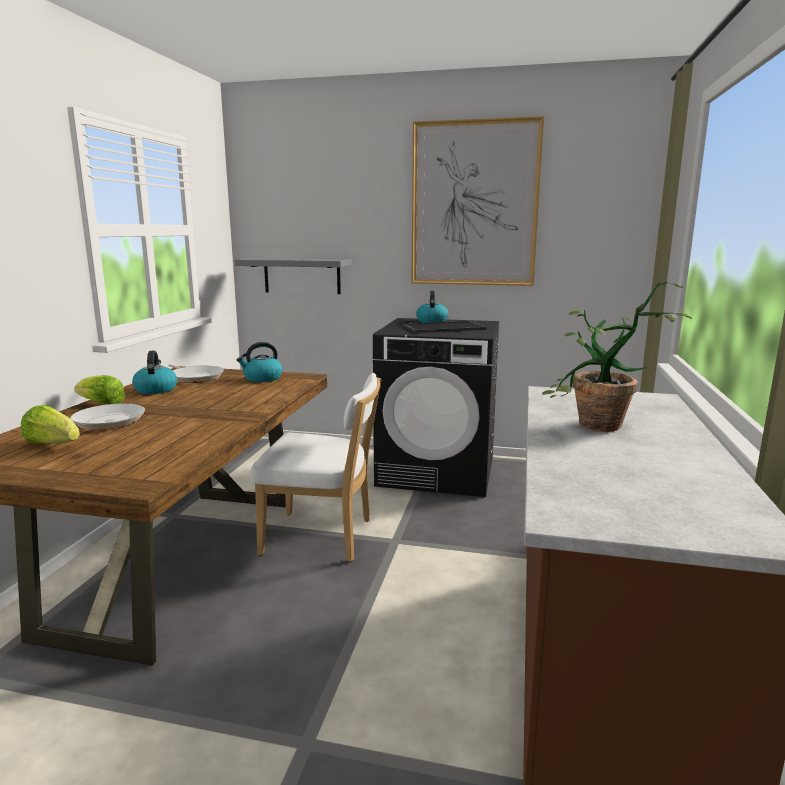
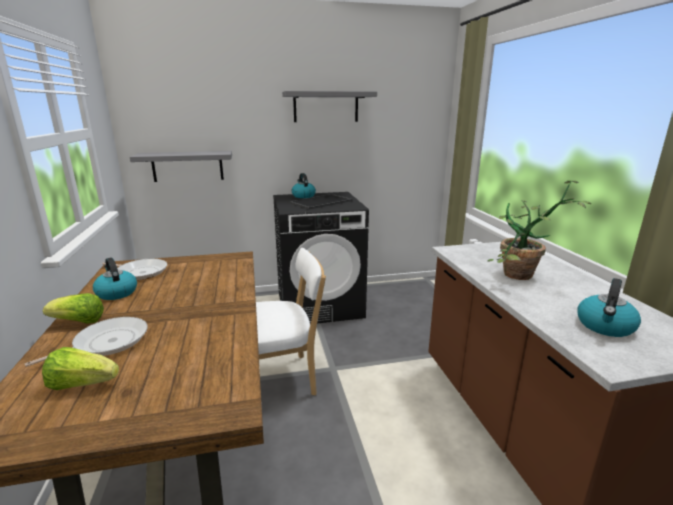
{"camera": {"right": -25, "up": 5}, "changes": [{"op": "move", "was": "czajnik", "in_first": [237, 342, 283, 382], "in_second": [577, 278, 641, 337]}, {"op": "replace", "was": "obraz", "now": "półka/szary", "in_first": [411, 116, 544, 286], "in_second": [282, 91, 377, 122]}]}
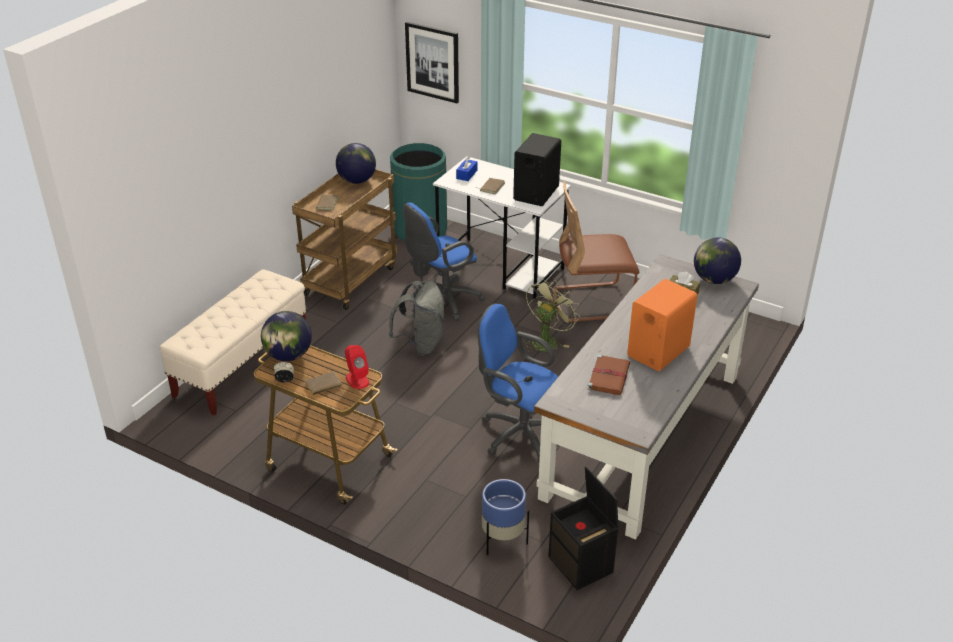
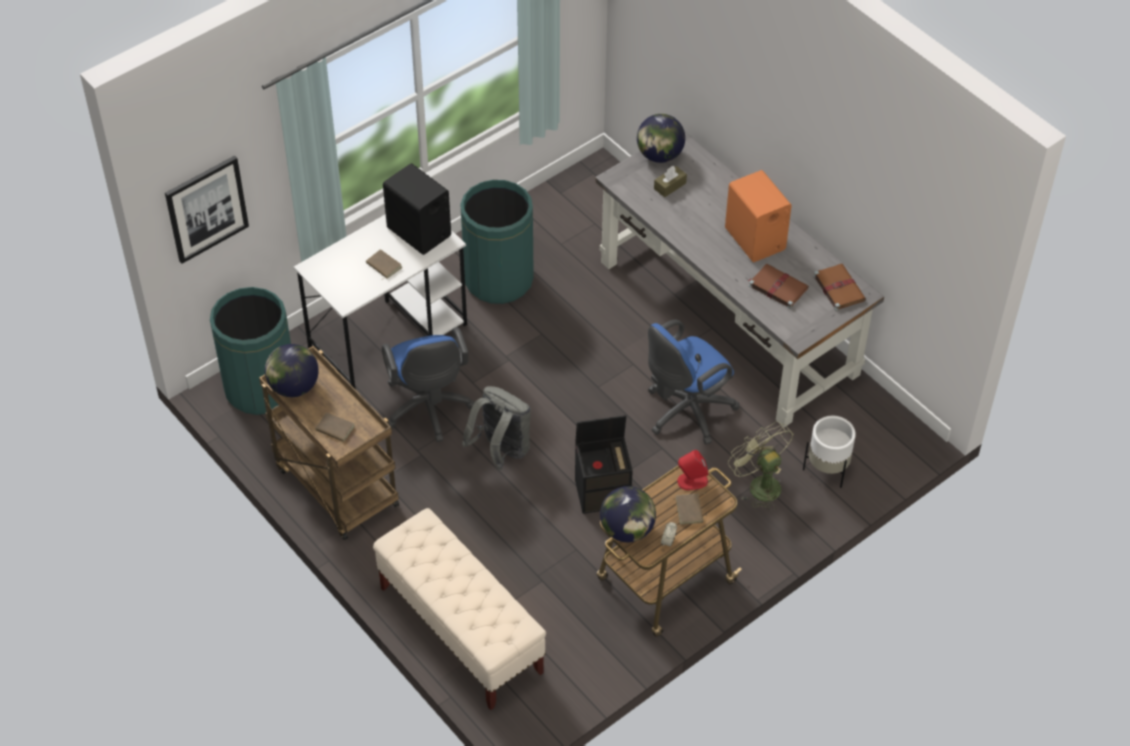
{"camera": {"right": -70, "up": 15}, "changes": [{"op": "delete", "was": "pudełko chusteczek/niebieski", "in_first": [456, 156, 477, 181]}, {"op": "insert", "now": "książka/brązowy", "in_second": [813, 264, 866, 311]}, {"op": "move", "was": "wentylator/zielony", "in_first": [523, 279, 580, 352], "in_second": [728, 421, 793, 510]}, {"op": "move", "was": "pojemnik do przechowywania/czarny", "in_first": [548, 466, 618, 590], "in_second": [575, 415, 633, 514]}, {"op": "replace", "was": "krzesło/brązowy", "now": "kosz na śmieci/zielony", "in_first": [553, 182, 639, 323], "in_second": [460, 180, 534, 304]}, {"op": "recolor", "was": "donica/niebieski", "now": "donica/biały", "in_first": [482, 479, 529, 555], "in_second": [803, 416, 856, 488]}]}
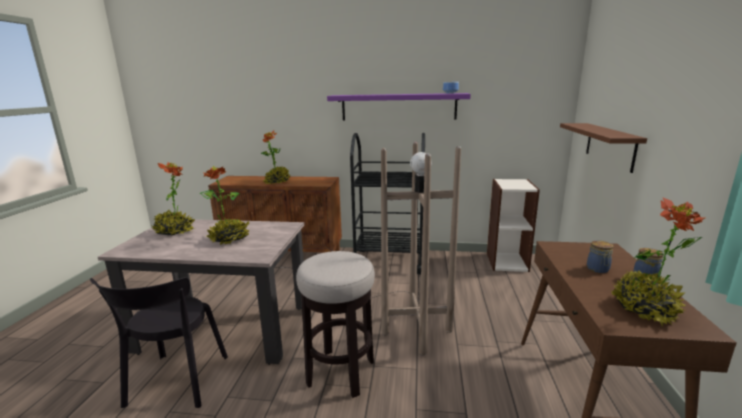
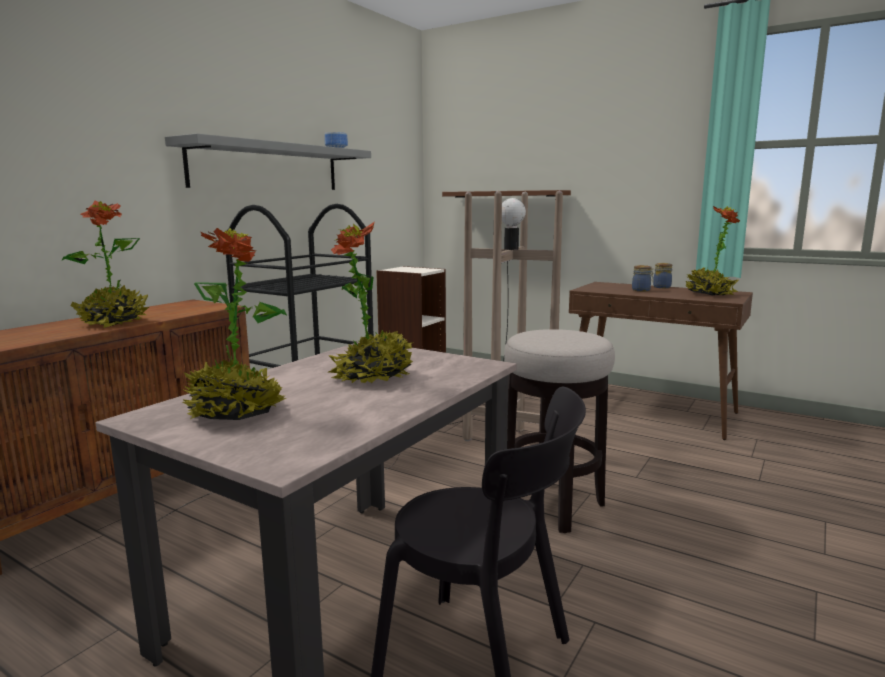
{"camera": {"right": -65, "up": -5}, "changes": [{"op": "recolor", "was": "półka/fioletowy", "now": "półka/szary", "in_first": [327, 93, 471, 120], "in_second": [165, 133, 371, 190]}]}
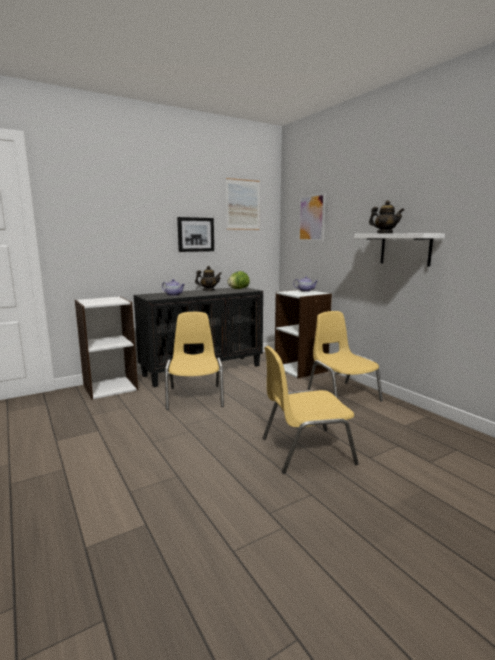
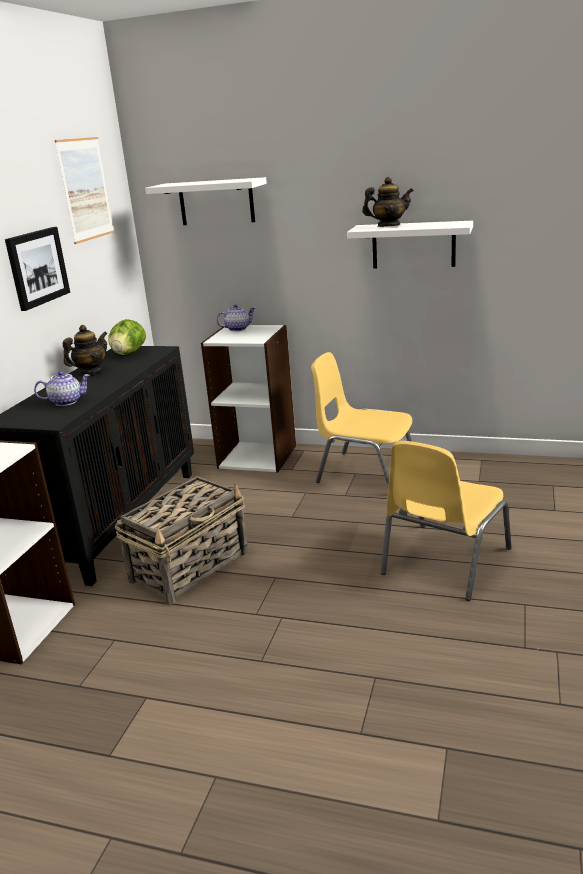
{"camera": {"right": -40, "up": 10}, "changes": [{"op": "replace", "was": "krzesło/żółty", "now": "koszyk", "in_first": [165, 312, 224, 410], "in_second": [115, 476, 248, 604]}, {"op": "replace", "was": "obraz", "now": "półka/biały", "in_first": [298, 193, 326, 242], "in_second": [145, 177, 267, 225]}]}
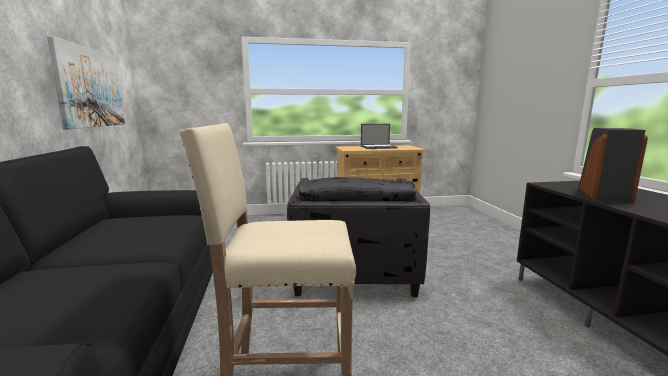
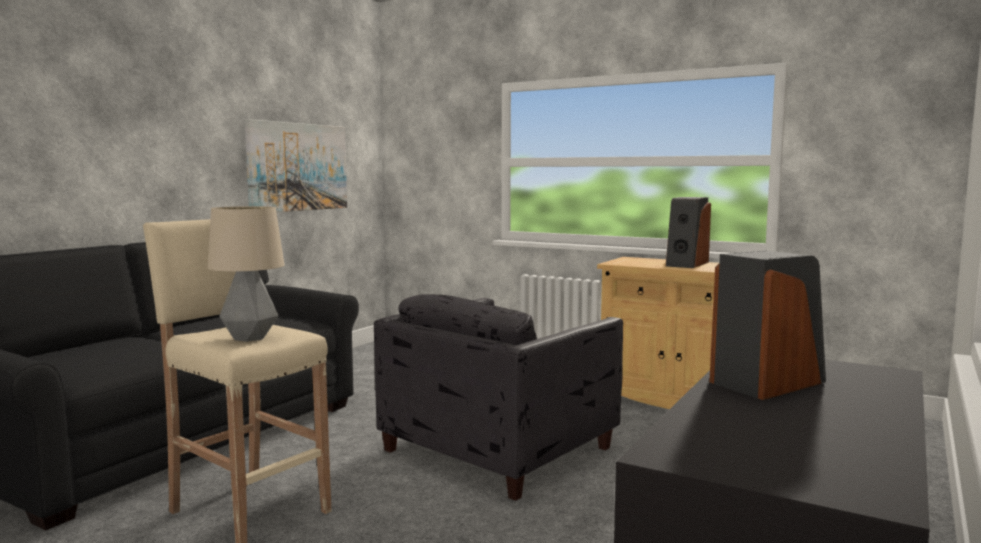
{"camera": {"right": 40, "up": -5}, "changes": [{"op": "insert", "now": "lampa stołowa", "in_second": [208, 206, 284, 342]}, {"op": "replace", "was": "laptop", "now": "głośnik", "in_first": [361, 124, 398, 149], "in_second": [666, 197, 711, 268]}]}
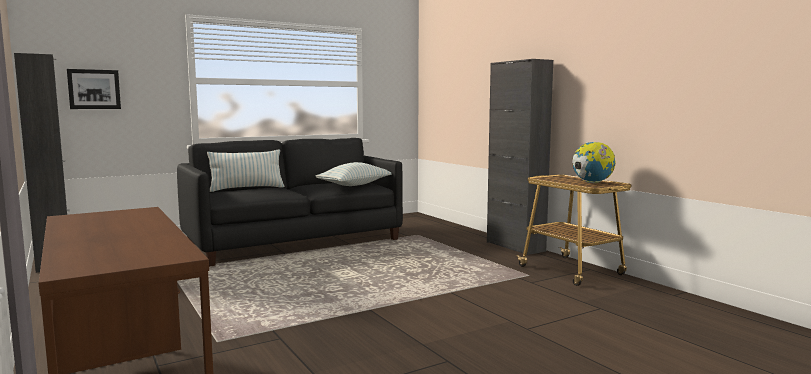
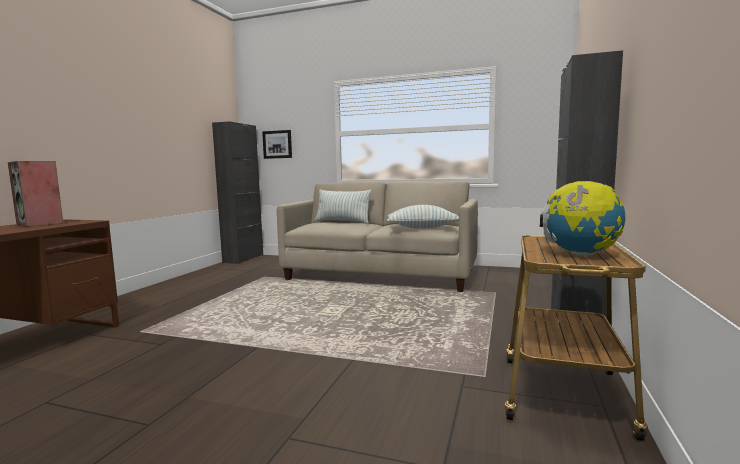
{"camera": {"right": 50, "up": 0}, "changes": [{"op": "insert", "now": "głośnik", "in_second": [8, 161, 63, 227]}, {"op": "recolor", "was": "kanapa/czarny", "now": "kanapa/beżowy", "in_first": [177, 138, 403, 267], "in_second": [277, 181, 478, 292]}]}
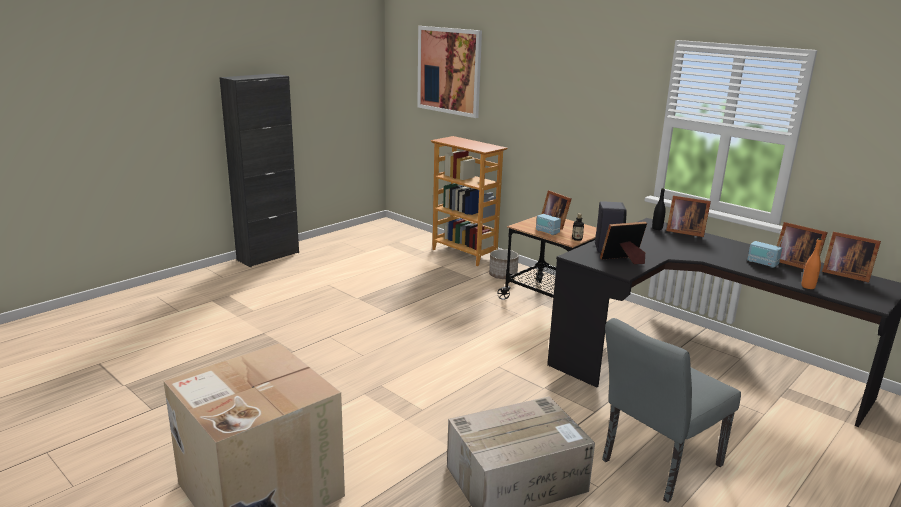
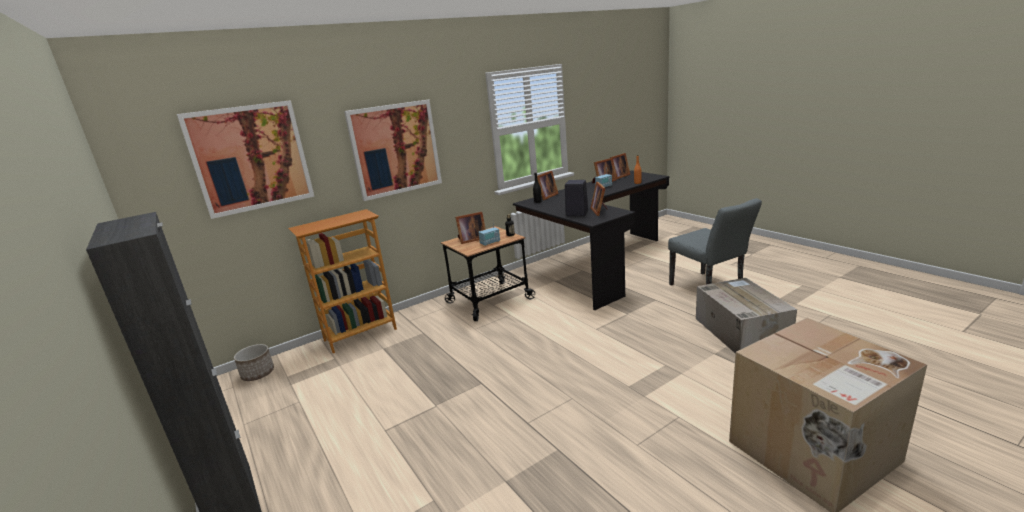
{"camera": {"right": -75, "up": 0}, "changes": [{"op": "insert", "now": "obraz", "in_second": [344, 100, 442, 201]}, {"op": "move", "was": "donica", "in_first": [489, 249, 519, 279], "in_second": [234, 344, 274, 381]}]}
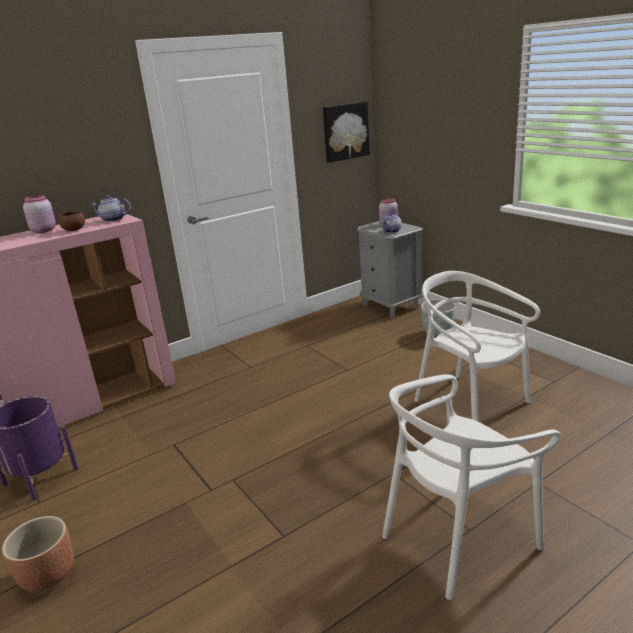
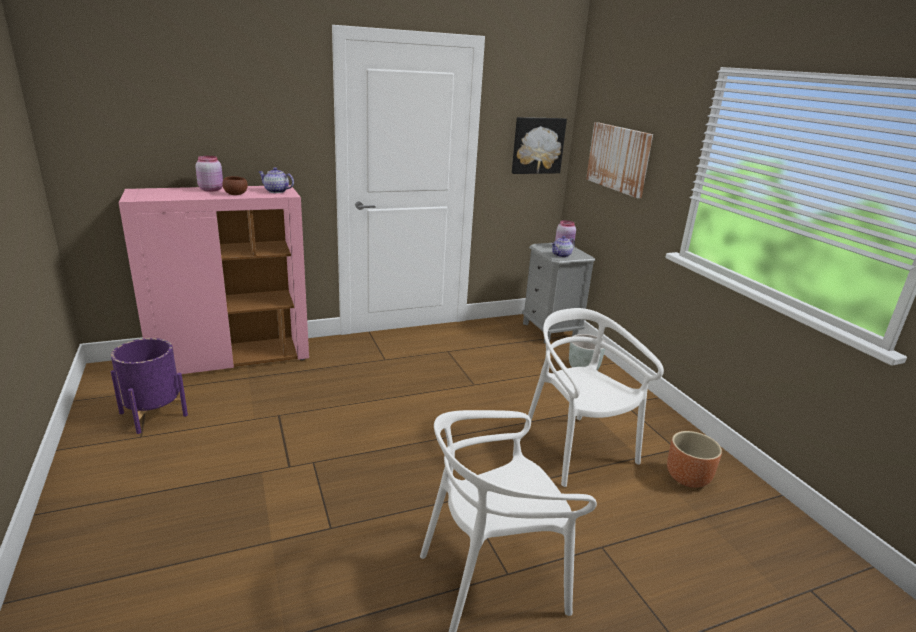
{"camera": {"right": 10, "up": 0}, "changes": [{"op": "insert", "now": "obraz", "in_second": [586, 122, 653, 198]}, {"op": "move", "was": "donica/brązowy", "in_first": [2, 516, 74, 591], "in_second": [667, 431, 722, 488]}]}
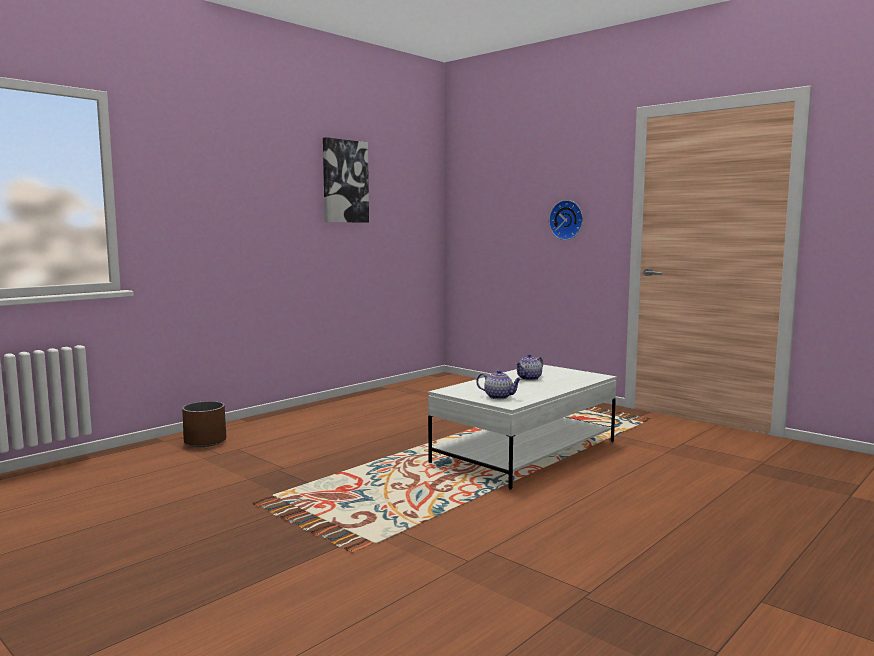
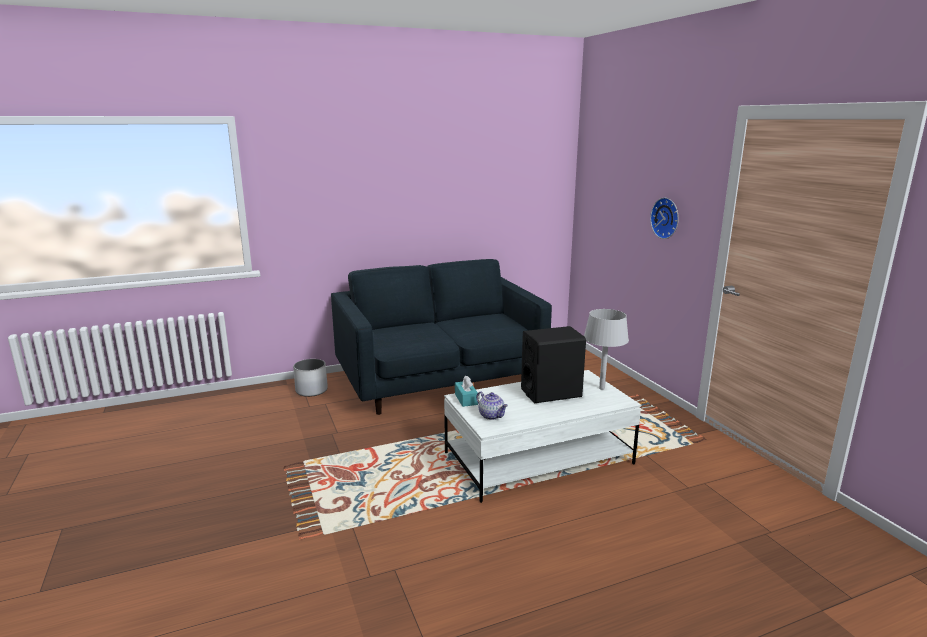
{"camera": {"right": 25, "up": 10}, "changes": [{"op": "delete", "was": "obraz", "in_first": [323, 137, 369, 222]}, {"op": "insert", "now": "kanapa/niebieski", "in_second": [331, 259, 552, 415]}, {"op": "insert", "now": "pudełko chusteczek/turkusowy", "in_second": [455, 376, 478, 407]}, {"op": "insert", "now": "lampa stołowa/szary", "in_second": [584, 309, 629, 390]}, {"op": "replace", "was": "imbryk", "now": "głośnik/czarny", "in_first": [515, 354, 543, 381], "in_second": [521, 326, 586, 403]}, {"op": "recolor", "was": "donica/brązowy", "now": "donica/biały", "in_first": [182, 401, 226, 447], "in_second": [293, 359, 328, 397]}]}
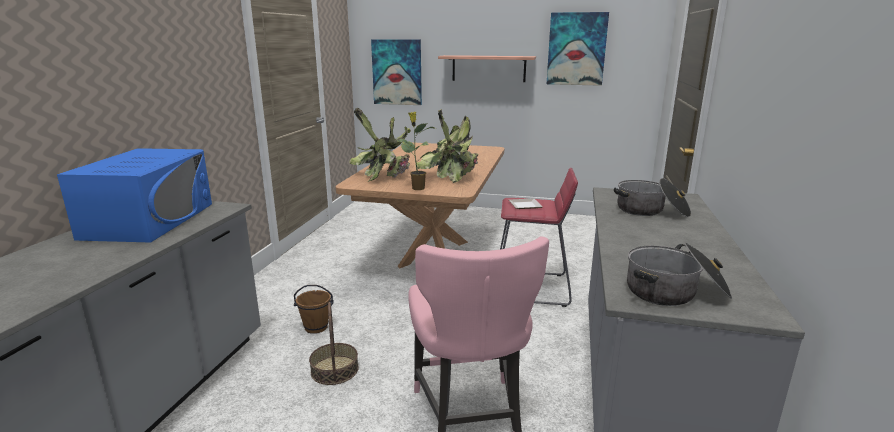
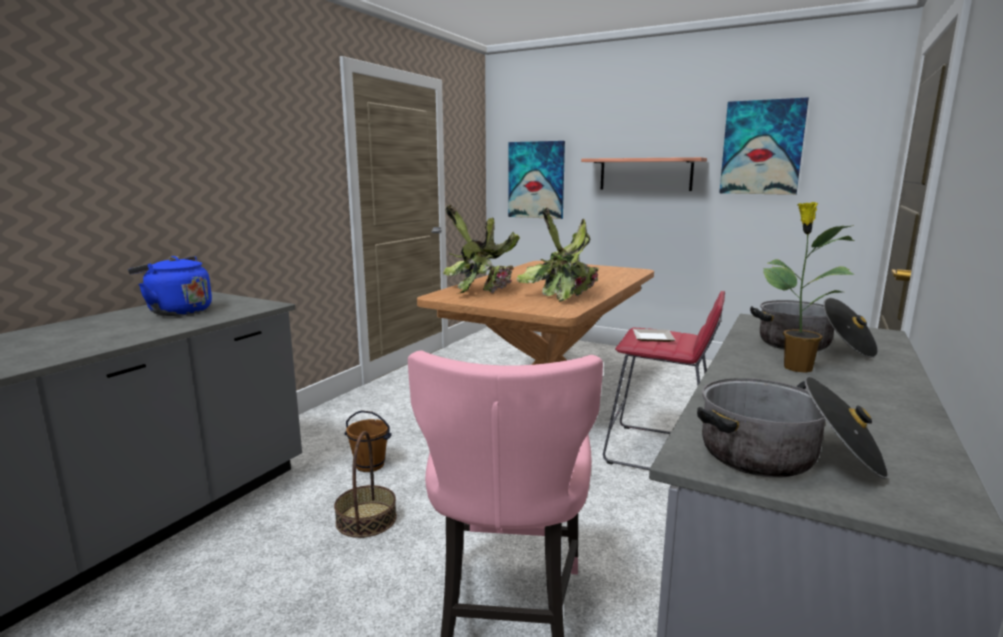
{"camera": {"right": 15, "up": -5}, "changes": [{"op": "move", "was": "roślina doniczkowa", "in_first": [397, 112, 436, 190], "in_second": [763, 202, 854, 373]}, {"op": "replace", "was": "mikrofalówka/niebieski", "now": "czajnik/niebieski", "in_first": [57, 148, 212, 243], "in_second": [128, 256, 212, 316]}]}
